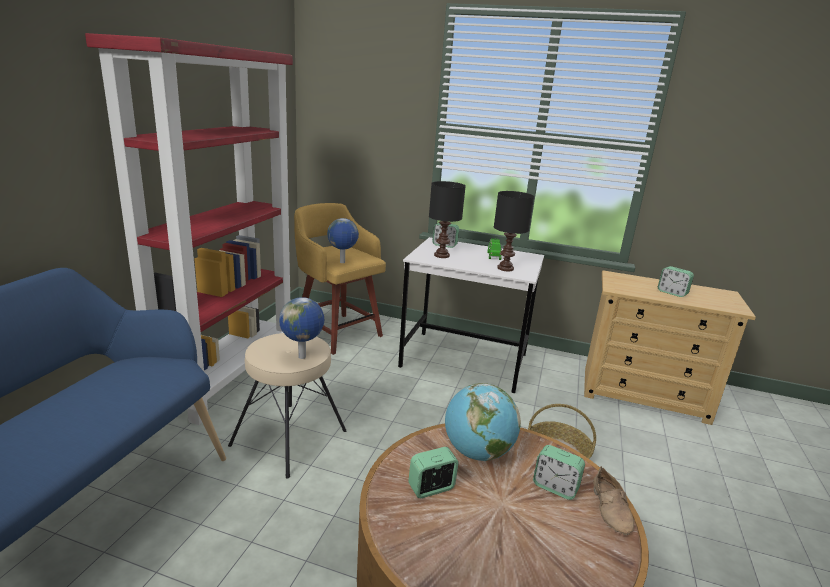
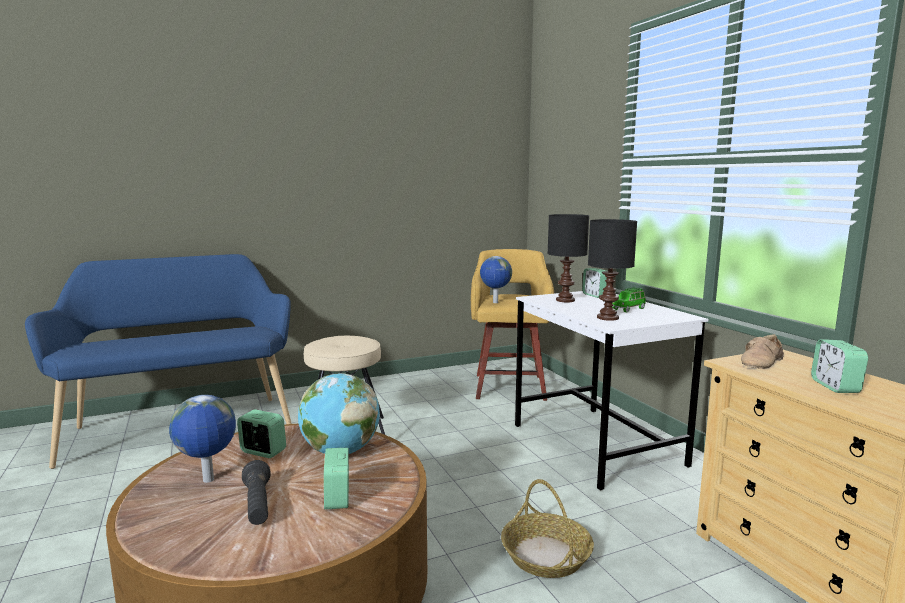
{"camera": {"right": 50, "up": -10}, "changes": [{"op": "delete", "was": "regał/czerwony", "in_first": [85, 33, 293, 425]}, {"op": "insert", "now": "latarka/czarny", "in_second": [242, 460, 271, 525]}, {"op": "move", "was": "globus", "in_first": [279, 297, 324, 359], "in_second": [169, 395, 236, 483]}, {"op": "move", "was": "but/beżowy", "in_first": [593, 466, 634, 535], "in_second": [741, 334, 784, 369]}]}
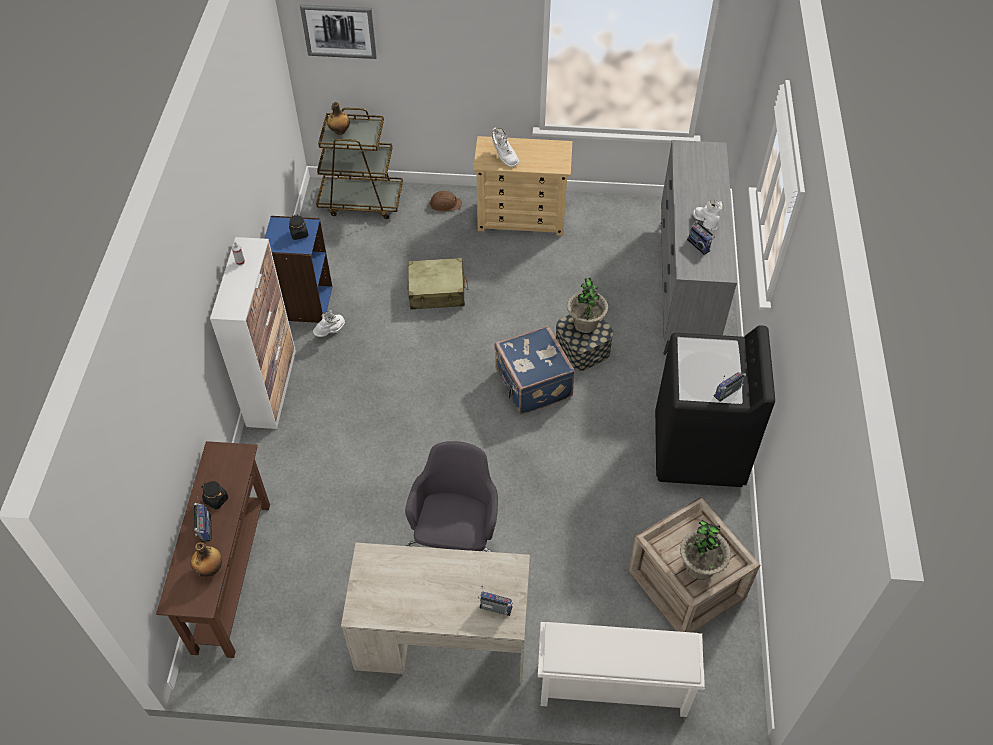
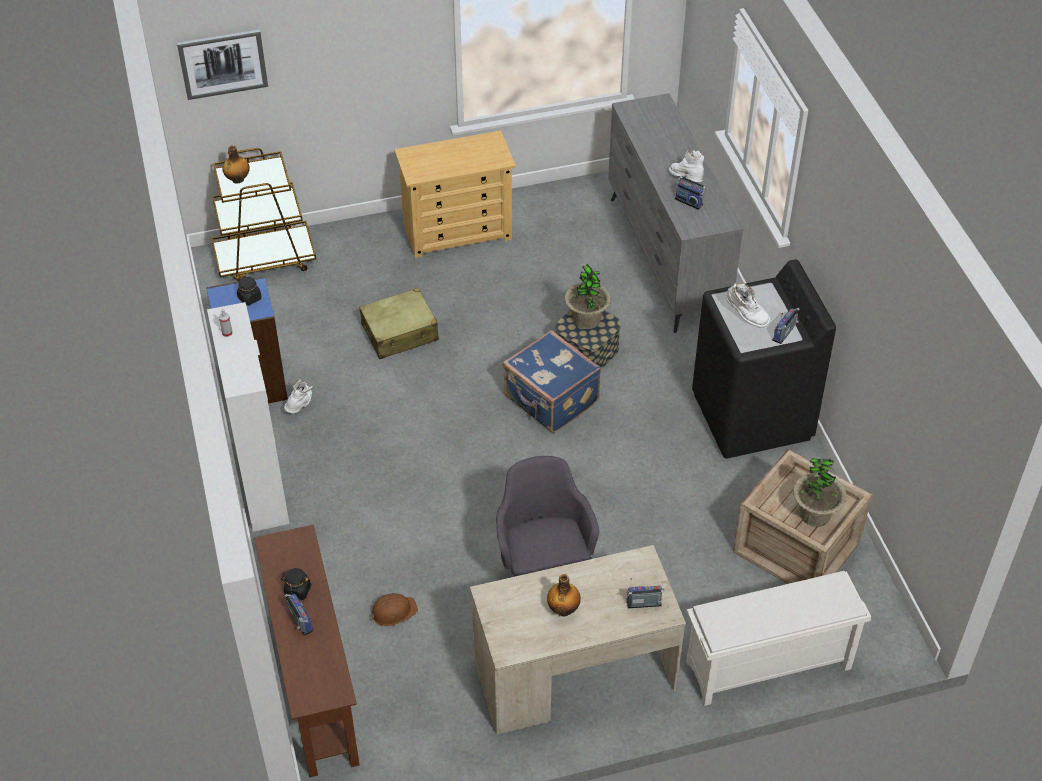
{"camera": {"right": -20, "up": -5}, "changes": [{"op": "move", "was": "butelka", "in_first": [191, 542, 222, 577], "in_second": [547, 574, 581, 617]}, {"op": "move", "was": "kask/brązowy", "in_first": [427, 191, 462, 212], "in_second": [369, 593, 418, 626]}, {"op": "move", "was": "but z cholewką/biały", "in_first": [492, 128, 519, 167], "in_second": [726, 283, 770, 328]}]}
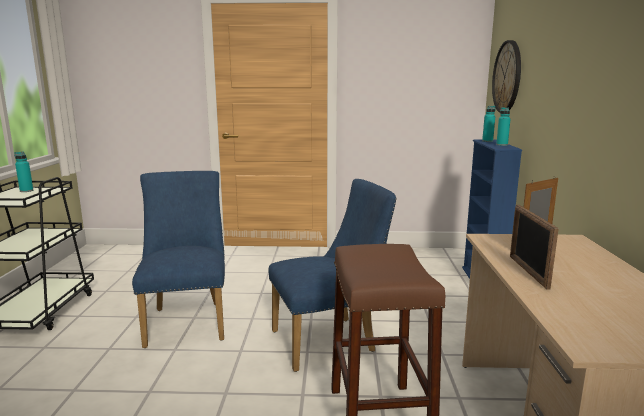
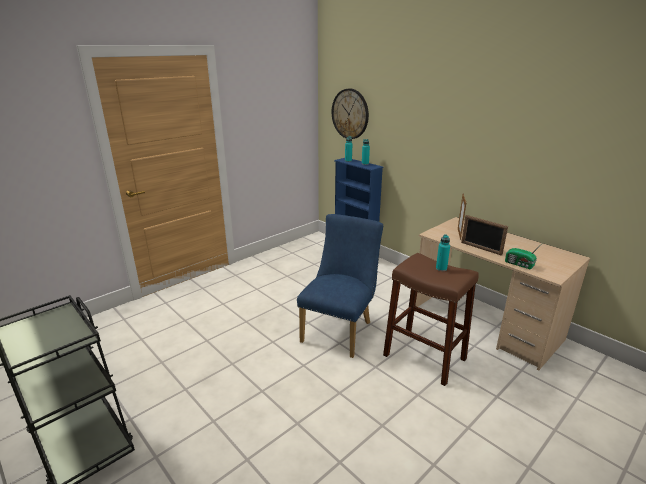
{"camera": {"right": -45, "up": 10}, "changes": [{"op": "delete", "was": "krzesło/niebieski", "in_first": [132, 171, 225, 348]}, {"op": "insert", "now": "radio", "in_second": [505, 246, 540, 269]}, {"op": "move", "was": "butelka/turkusowy", "in_first": [14, 152, 33, 192], "in_second": [436, 235, 450, 271]}]}
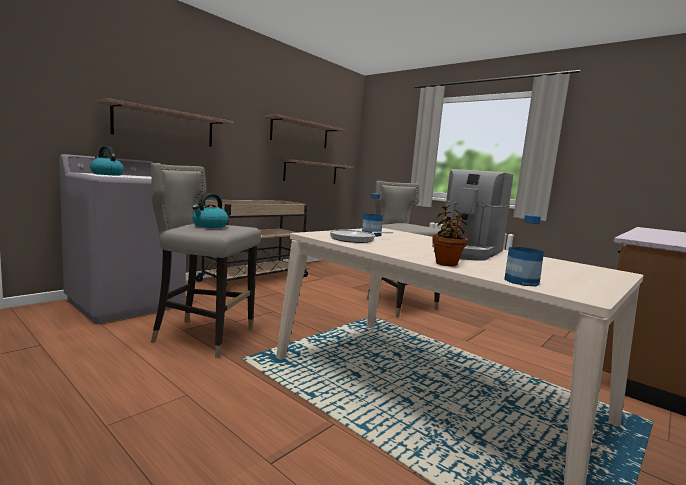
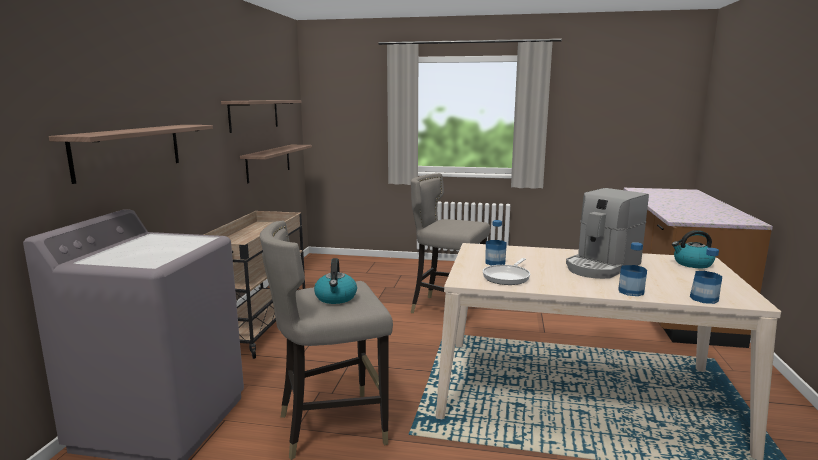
{"camera": {"right": -30, "up": 5}, "changes": [{"op": "move", "was": "czajnik", "in_first": [90, 146, 124, 176], "in_second": [672, 230, 715, 268]}, {"op": "replace", "was": "roślina doniczkowa", "now": "butelka", "in_first": [433, 205, 468, 266], "in_second": [618, 242, 647, 296]}, {"op": "rotate", "was": "ekspres do kawy", "in_first": [432, 169, 513, 261], "in_second": [566, 188, 649, 279], "clockwise": 45}]}
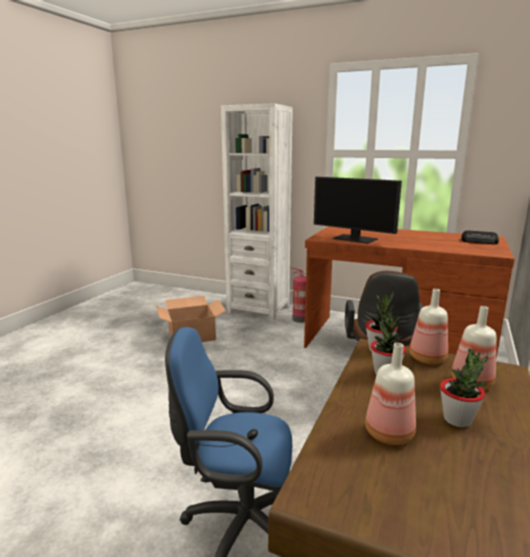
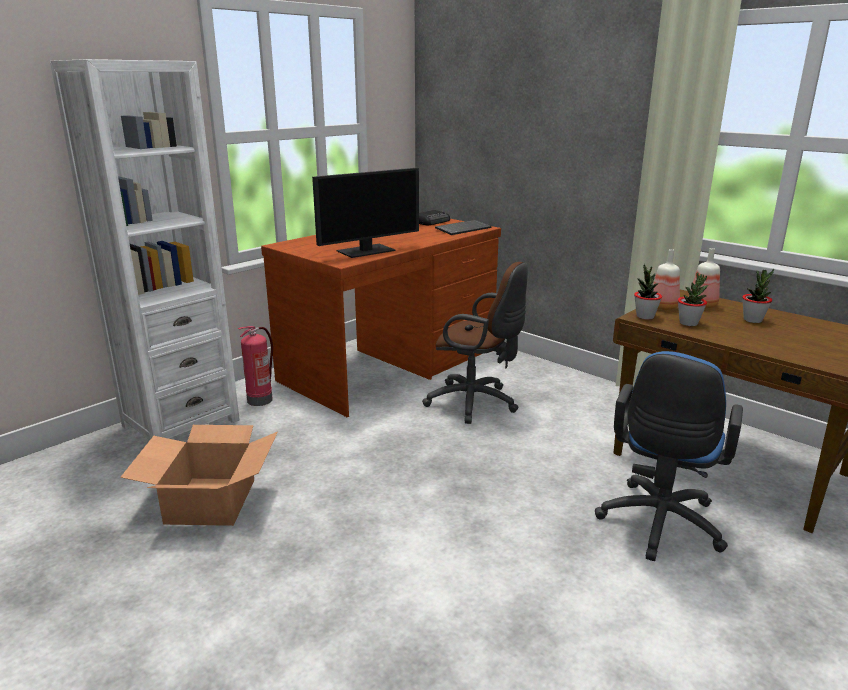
{"camera": {"right": -70, "up": 5}, "changes": [{"op": "delete", "was": "butelka", "in_first": [365, 343, 416, 445]}, {"op": "insert", "now": "klawiatura", "in_second": [435, 220, 491, 235]}]}
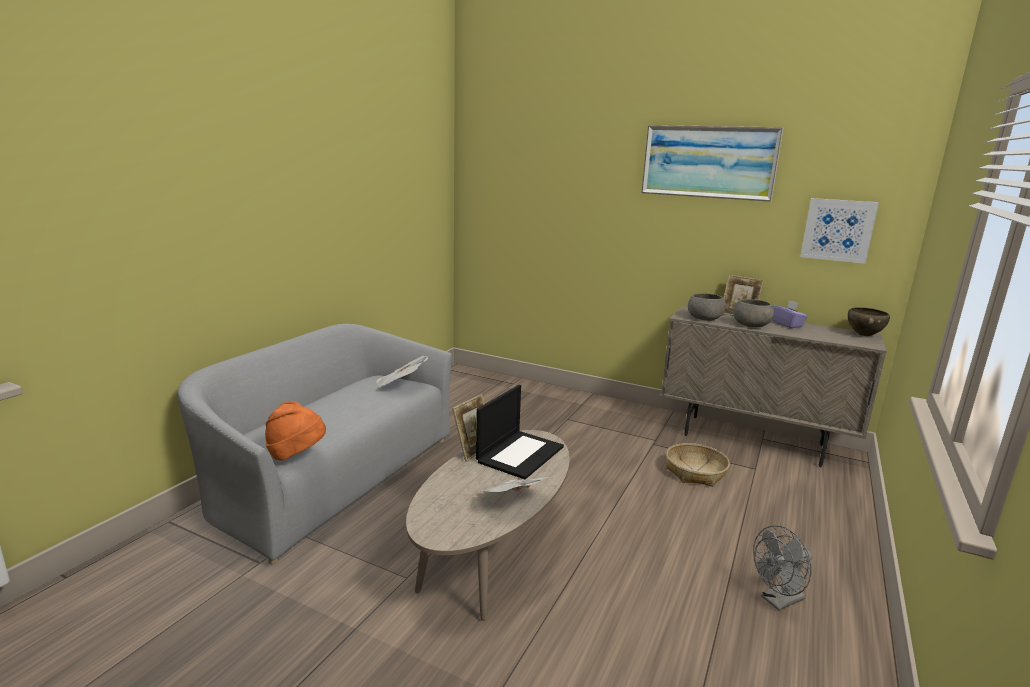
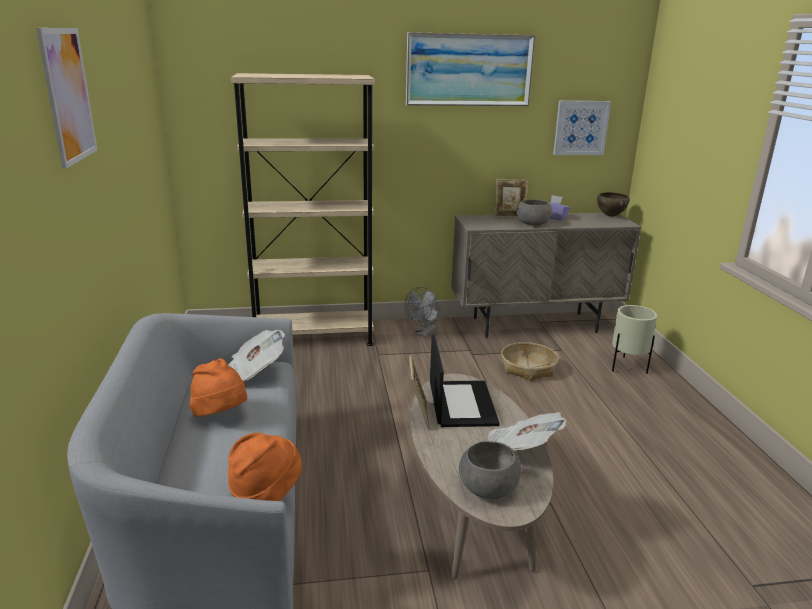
{"camera": {"right": -35, "up": 5}, "changes": [{"op": "insert", "now": "obraz", "in_second": [36, 28, 97, 169]}, {"op": "insert", "now": "kapelusz/pomarańczowy", "in_second": [189, 358, 247, 417]}, {"op": "insert", "now": "regał/beżowy", "in_second": [231, 73, 375, 346]}, {"op": "insert", "now": "donica/beżowy", "in_second": [612, 305, 657, 374]}, {"op": "move", "was": "miska/szary", "in_first": [688, 293, 726, 321], "in_second": [459, 441, 521, 499]}, {"op": "move", "was": "wentylator/szary", "in_first": [753, 525, 812, 611], "in_second": [405, 287, 440, 337]}]}
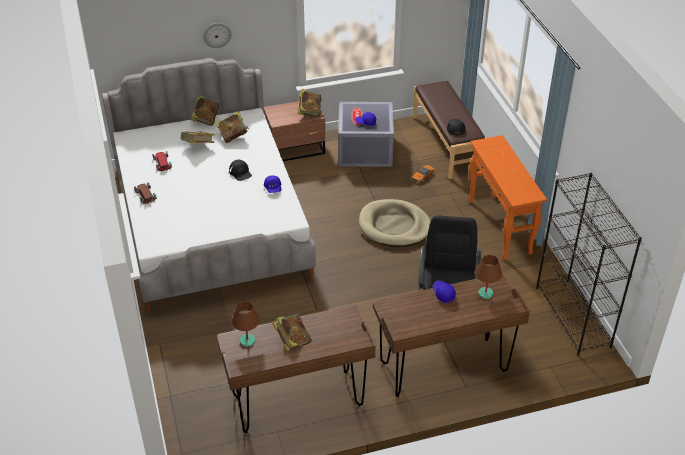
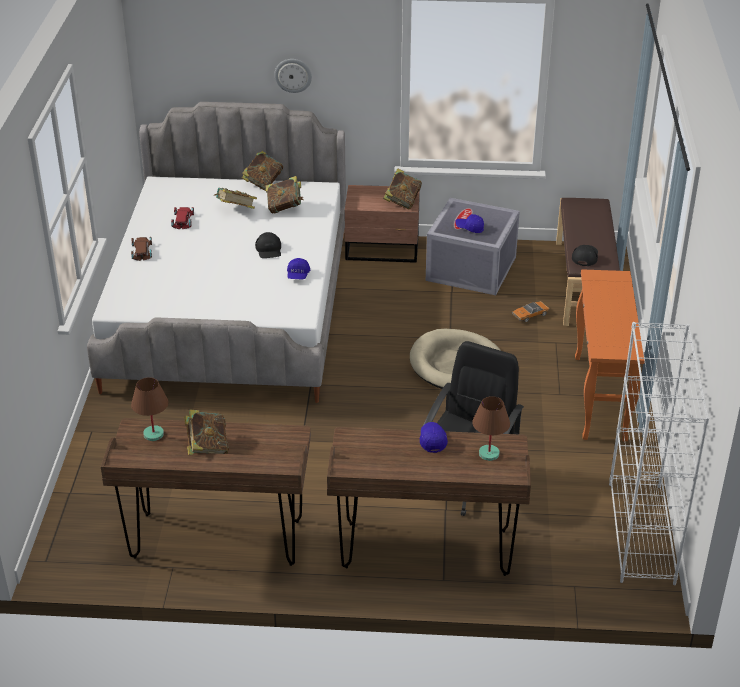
{"camera": {"right": 20, "up": -5}, "changes": [{"op": "recolor", "was": "regał/czarny", "now": "regał/biały", "in_first": [536, 173, 642, 356], "in_second": [609, 322, 709, 585]}]}
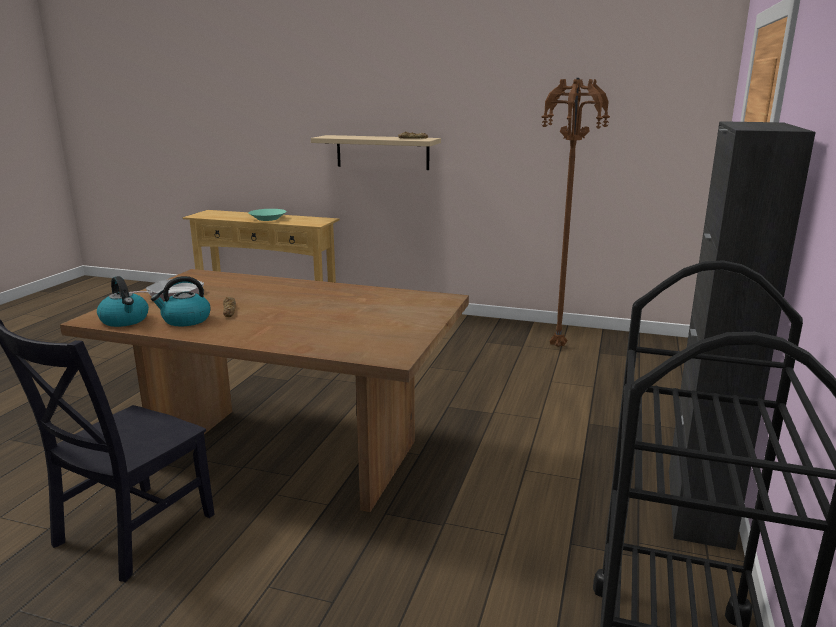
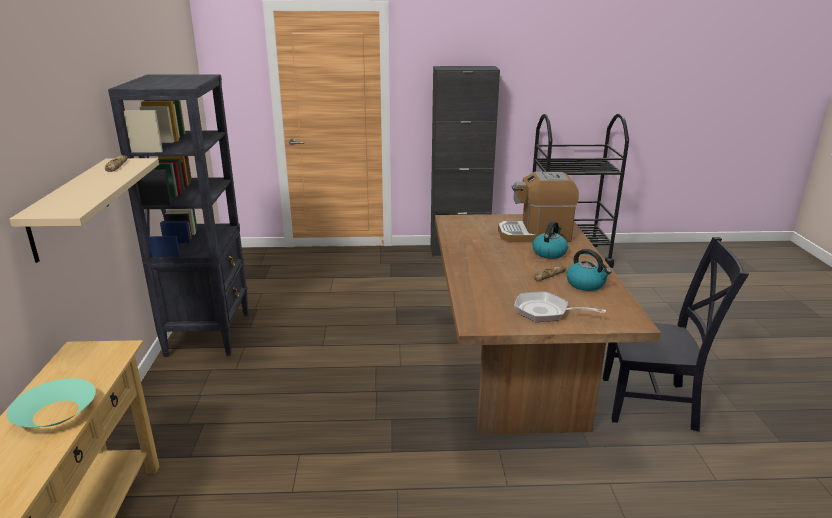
{"camera": {"right": -110, "up": 5}, "changes": [{"op": "delete", "was": "lampa stojąca/brązowy", "in_first": [541, 78, 610, 347]}, {"op": "insert", "now": "regał/czarny", "in_second": [108, 74, 249, 357]}, {"op": "insert", "now": "ekspres do kawy", "in_second": [498, 172, 579, 242]}, {"op": "move", "was": "czajnik", "in_first": [97, 276, 149, 327], "in_second": [533, 221, 568, 259]}]}
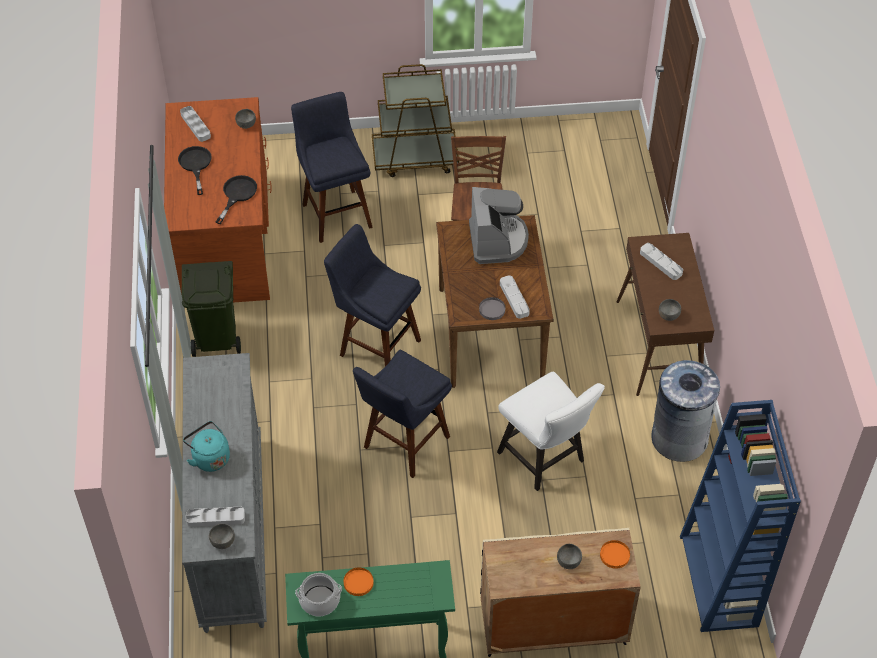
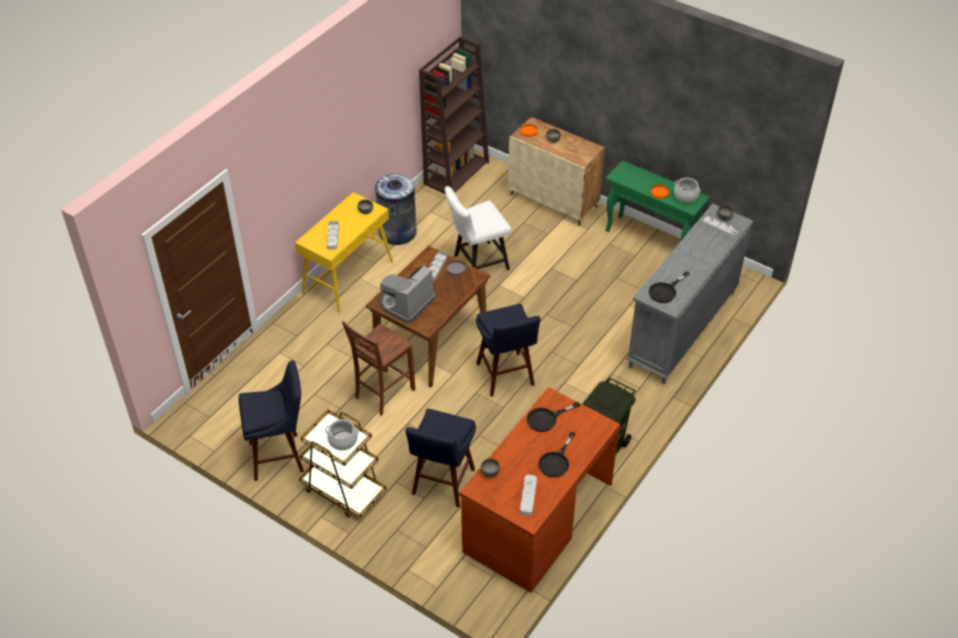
{"camera": {"right": -140, "up": -5}, "changes": [{"op": "delete", "was": "czajnik/turkusowy", "in_first": [183, 421, 230, 472]}, {"op": "insert", "now": "garnek", "in_second": [325, 419, 359, 451]}, {"op": "insert", "now": "patelnia/czarny", "in_second": [649, 271, 690, 303]}, {"op": "move", "was": "stołek/niebieski", "in_first": [353, 350, 452, 478], "in_second": [239, 360, 304, 481]}, {"op": "recolor", "was": "stolik konsolowy/brązowy", "now": "stolik konsolowy/żółty", "in_first": [617, 233, 714, 396], "in_second": [295, 192, 393, 313]}, {"op": "recolor", "was": "regał/niebieski", "now": "regał/brązowy", "in_first": [680, 400, 801, 632], "in_second": [419, 36, 489, 194]}, {"op": "rotate", "was": "krzesło/biały", "in_first": [497, 372, 605, 491], "in_second": [445, 186, 512, 270], "clockwise": -120}]}
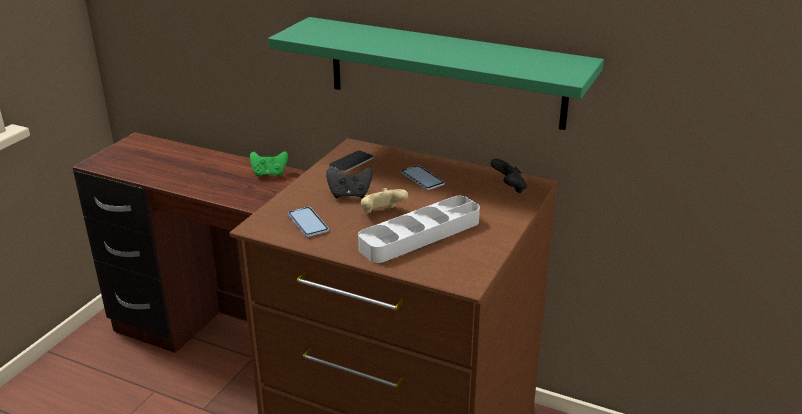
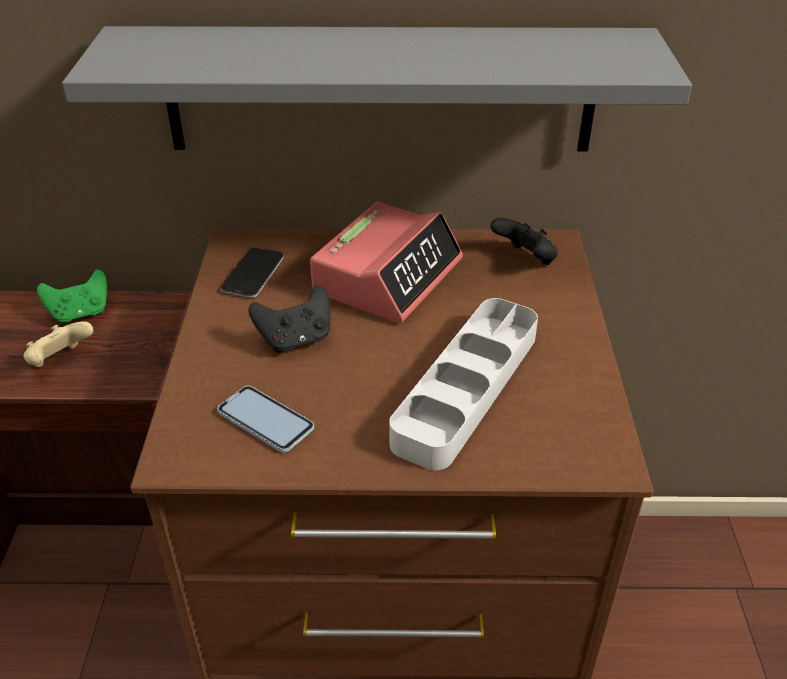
{"camera": {"right": -25, "up": 10}, "changes": [{"op": "move", "was": "pad do gier/beżowy", "in_first": [361, 188, 408, 213], "in_second": [23, 321, 93, 367]}, {"op": "replace", "was": "telefon", "now": "budzik", "in_first": [401, 165, 445, 190], "in_second": [310, 202, 463, 323]}, {"op": "recolor", "was": "półka/zielony", "now": "półka/szary", "in_first": [268, 17, 604, 130], "in_second": [62, 26, 692, 151]}]}
